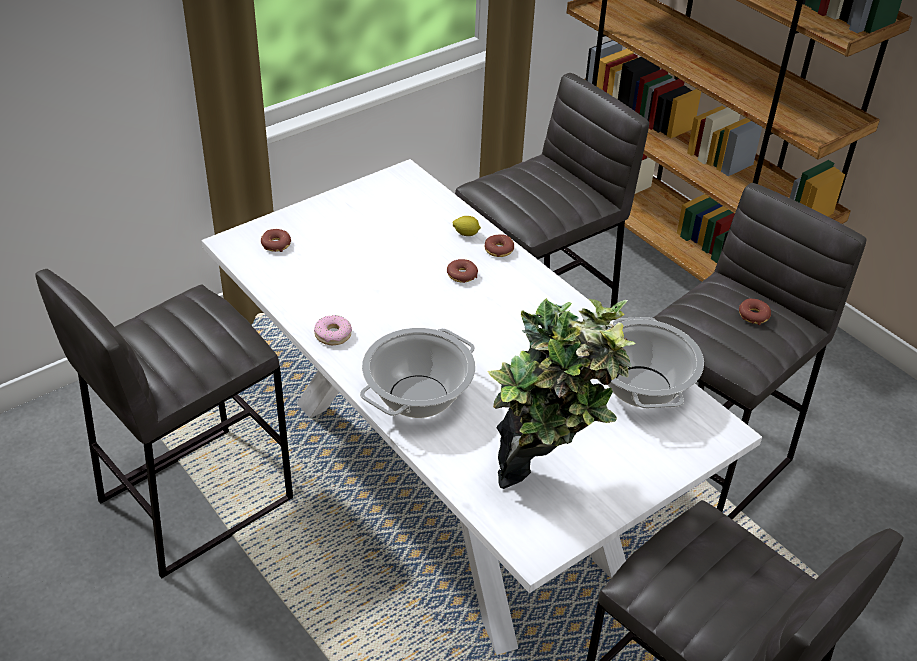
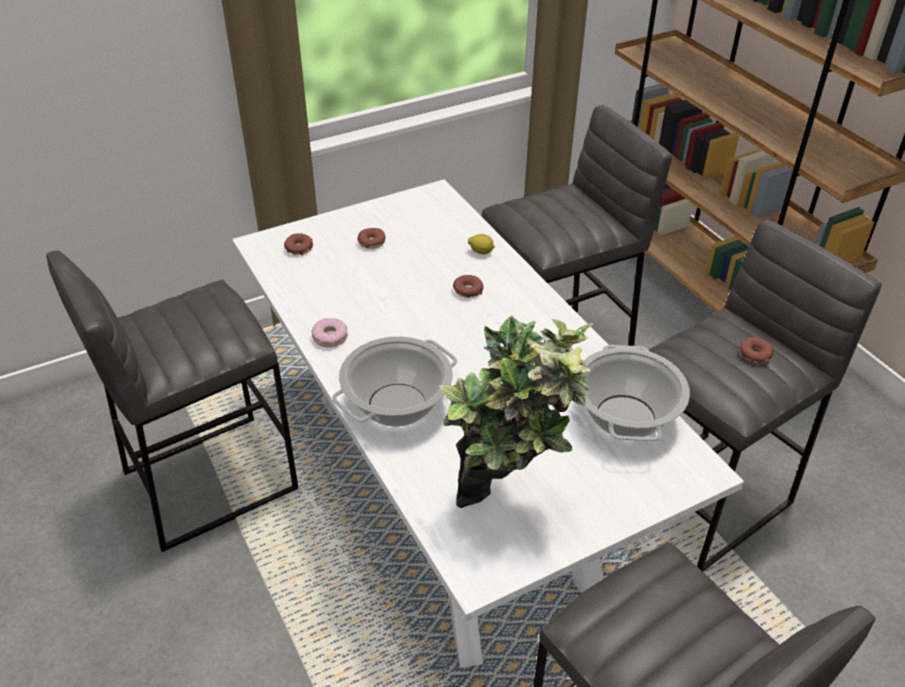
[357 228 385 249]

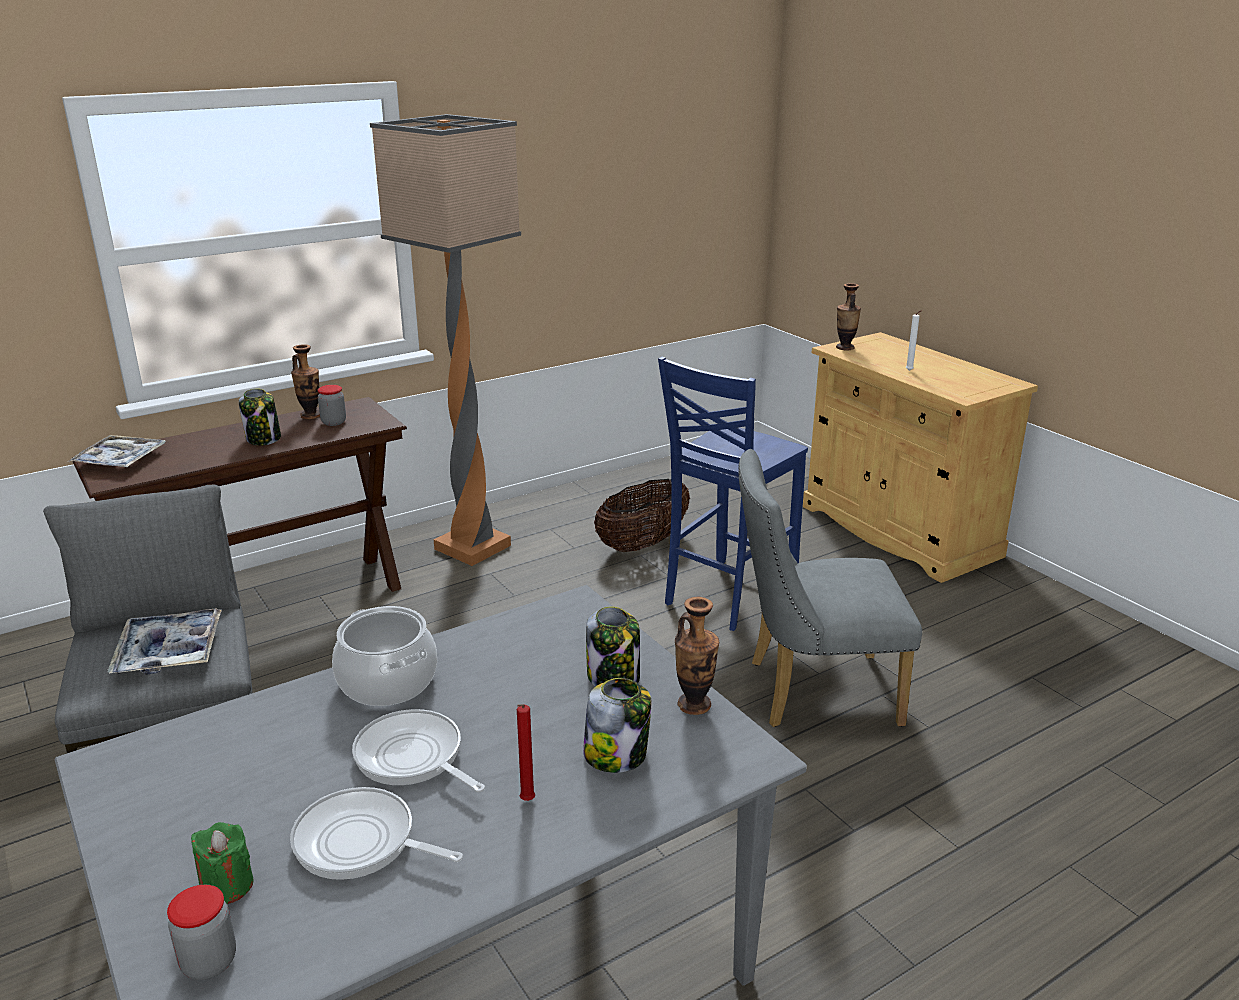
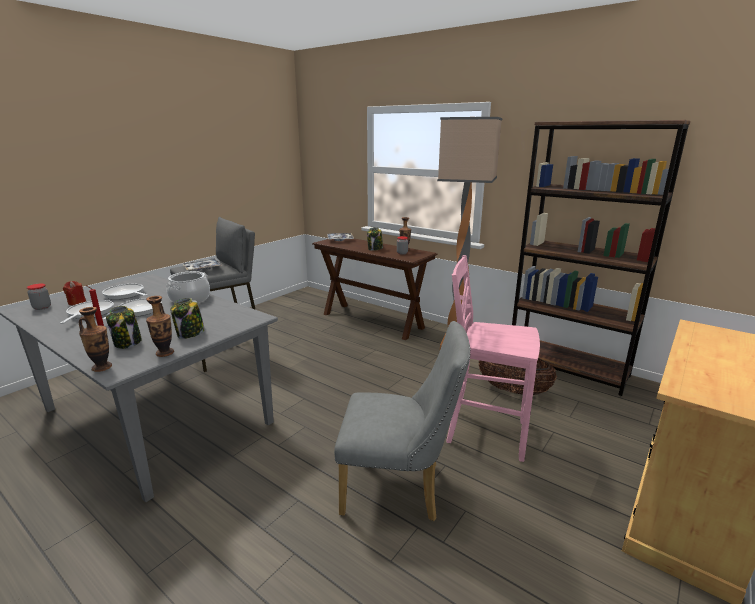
[63 281 86 305]
[79 307 112 372]
[102 284 147 300]
[334 321 470 521]
[447 255 540 462]
[512 120 690 396]
[906 311 921 371] (first image)

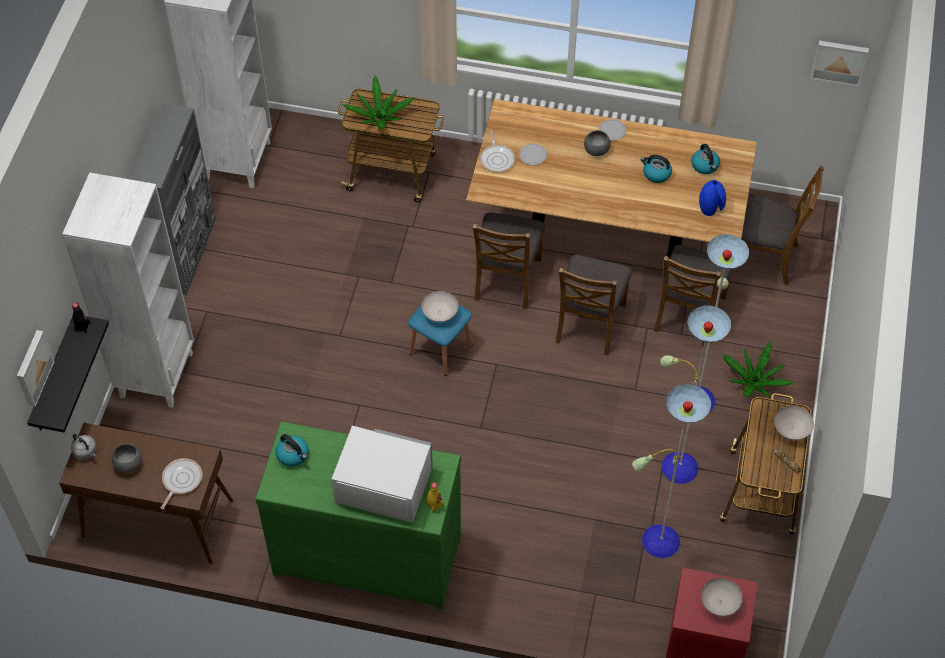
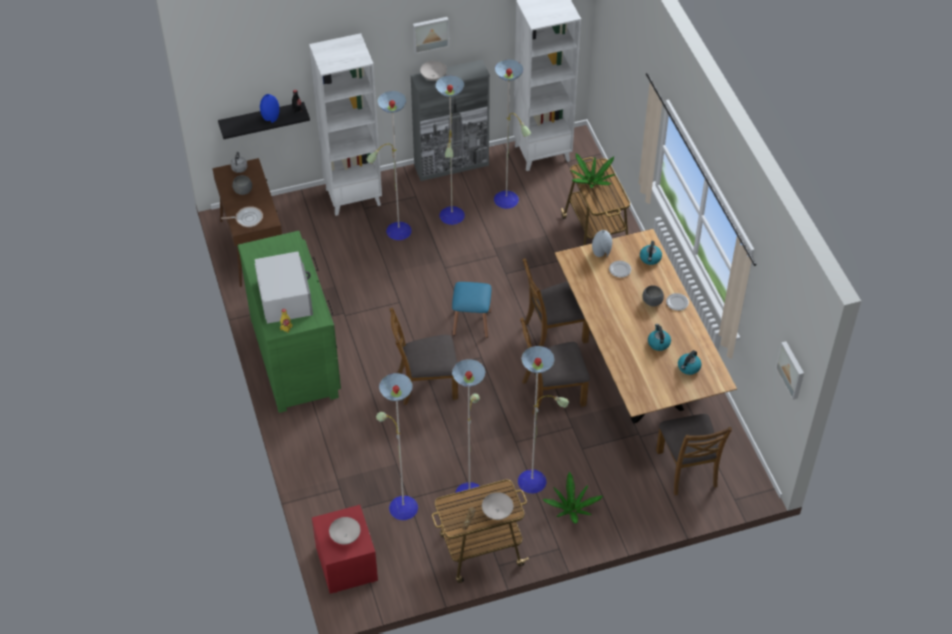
[260 94 279 123]
[366 59 531 240]
[390 308 458 405]
[413 17 449 54]
[420 61 447 81]
[592 230 612 257]
[640 241 662 265]

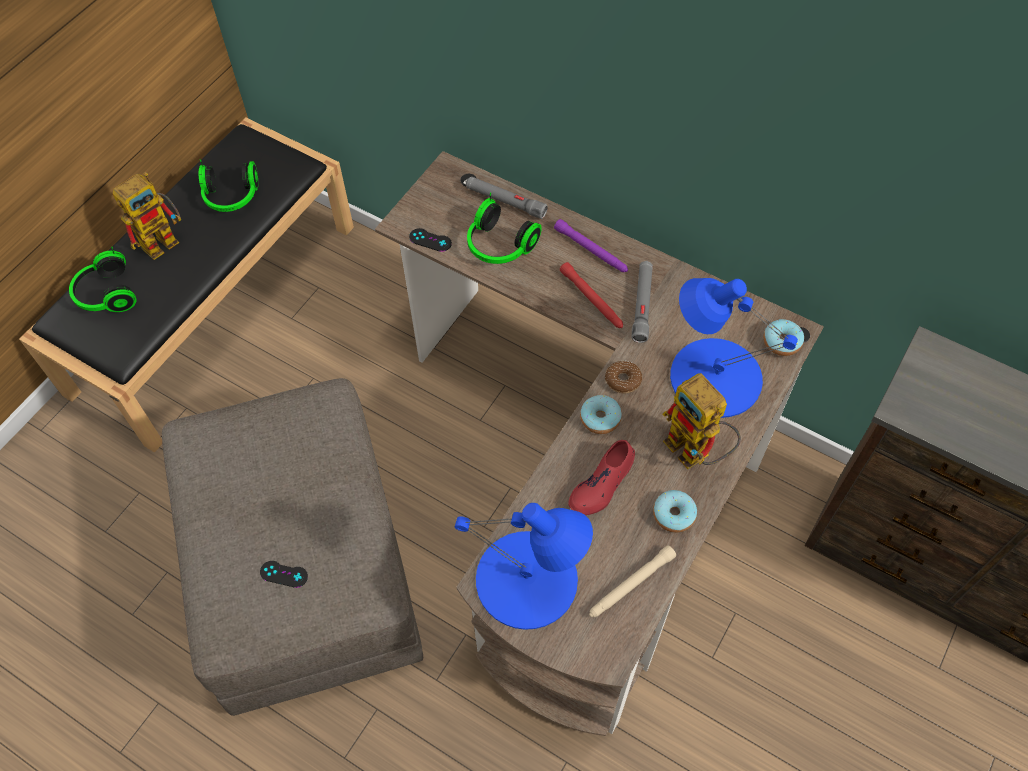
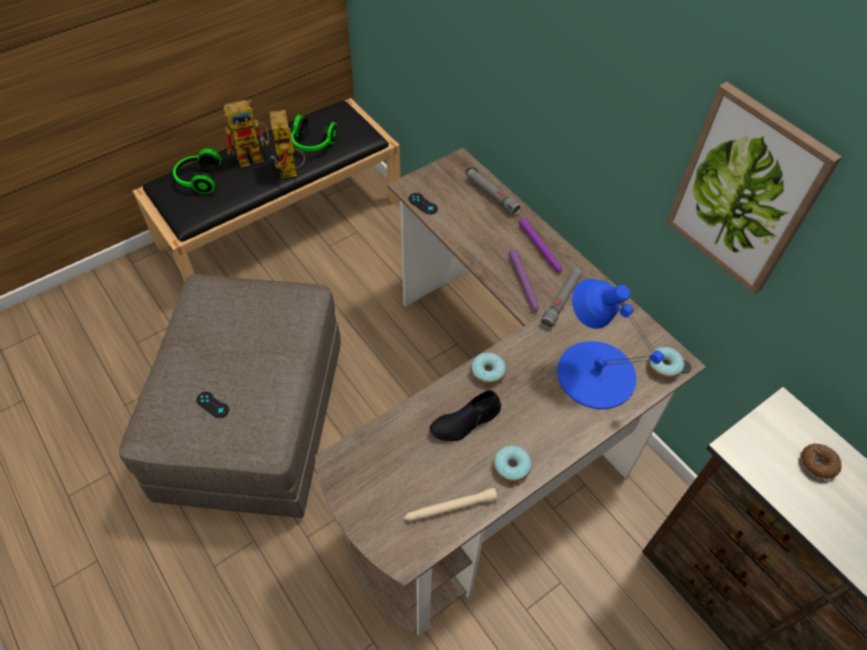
[270 110 305 179]
[429 390 501 441]
[508 250 539 311]
[666 82 842 294]
[801 443 842 479]
[455 503 593 630] (first image)
[467 192 542 264] (first image)

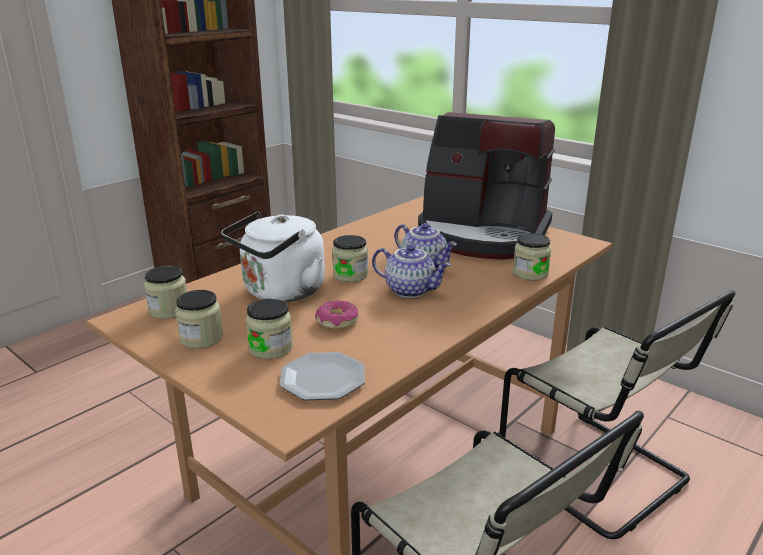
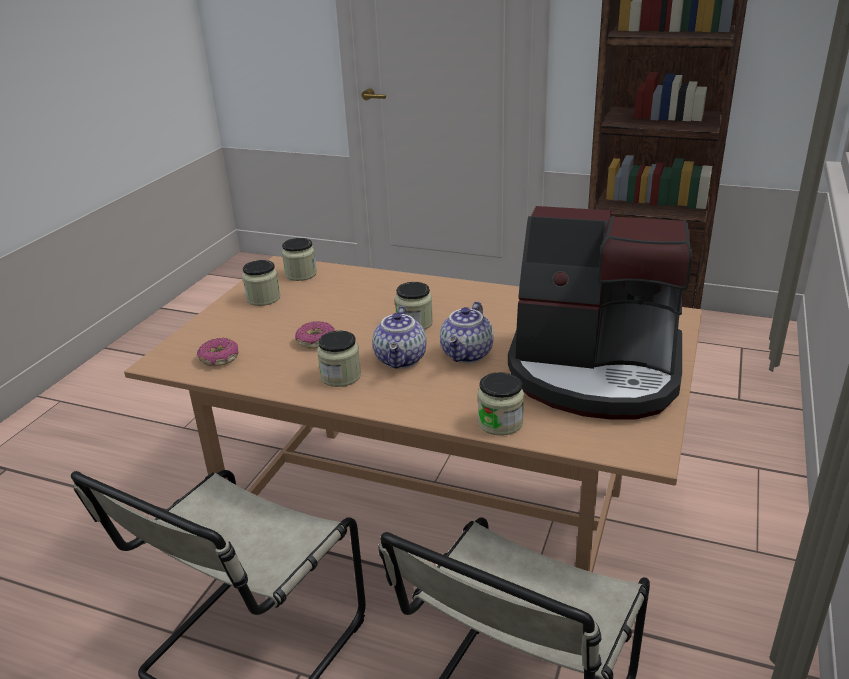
[197 338 239 366]
[317 330 361 387]
[508 206 692 420]
[221 211 325 302] (first image)

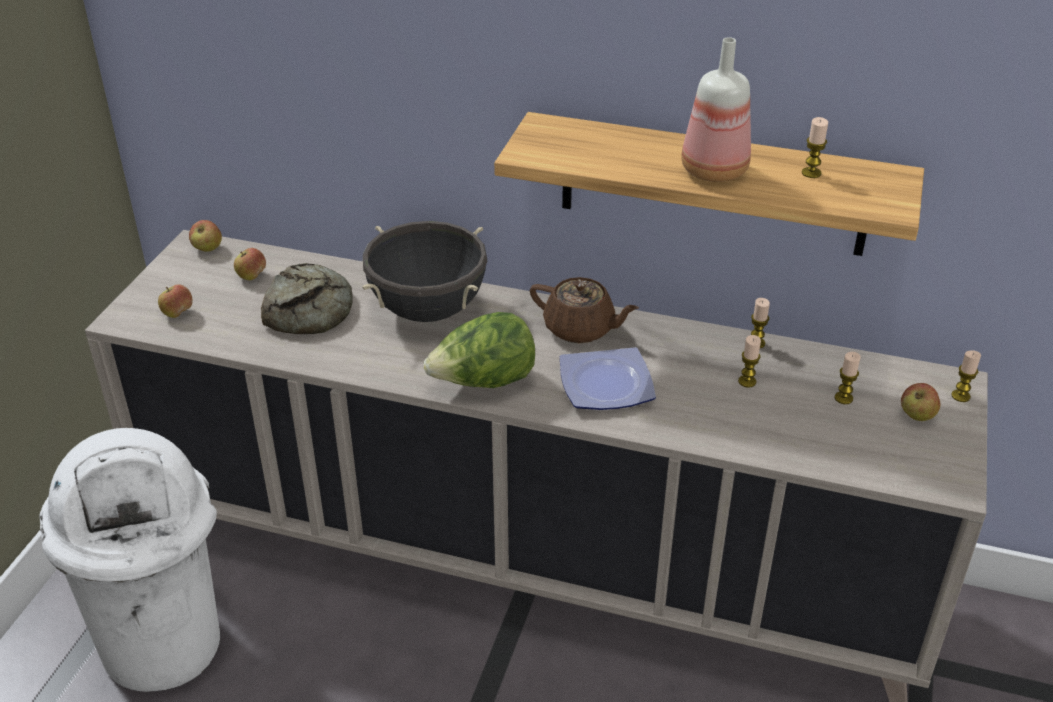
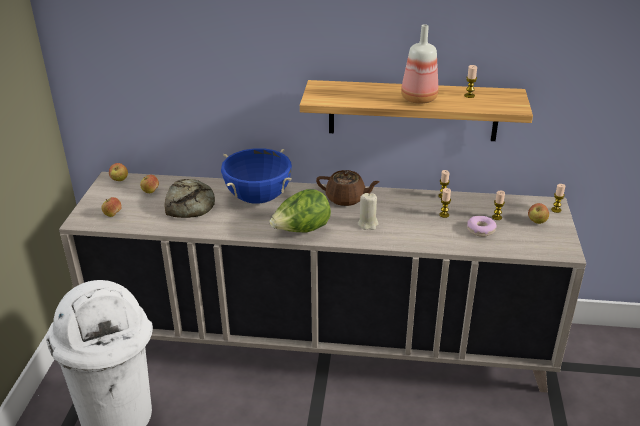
[221 148 292 204]
[358 193 378 230]
[467 216 497 237]

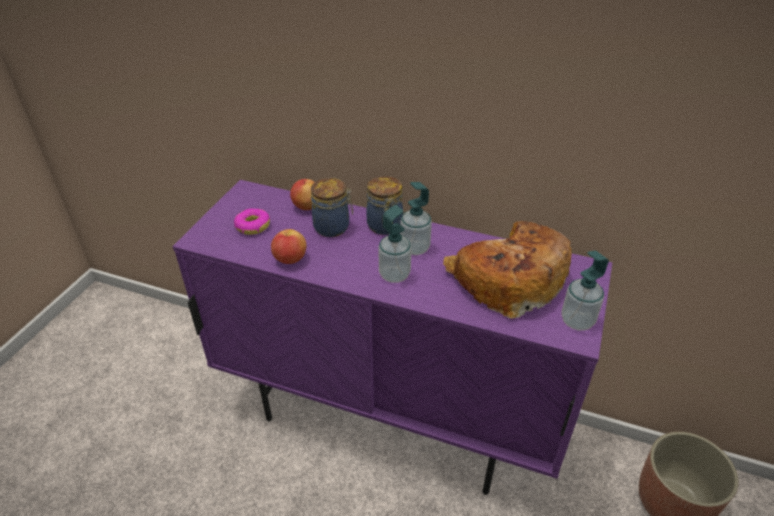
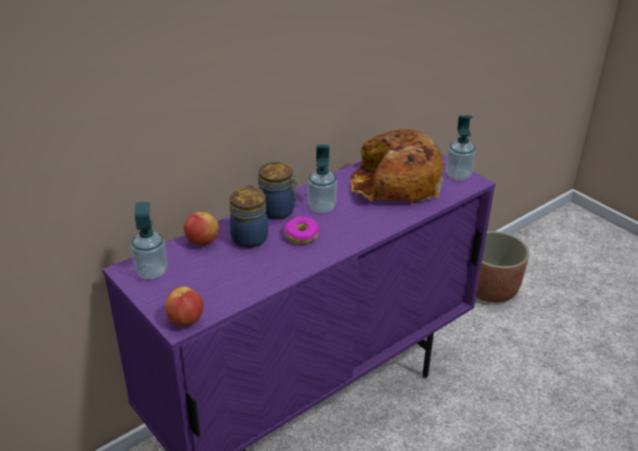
[131 202 167 279]
[165 287 204 326]
[284 217 320 244]

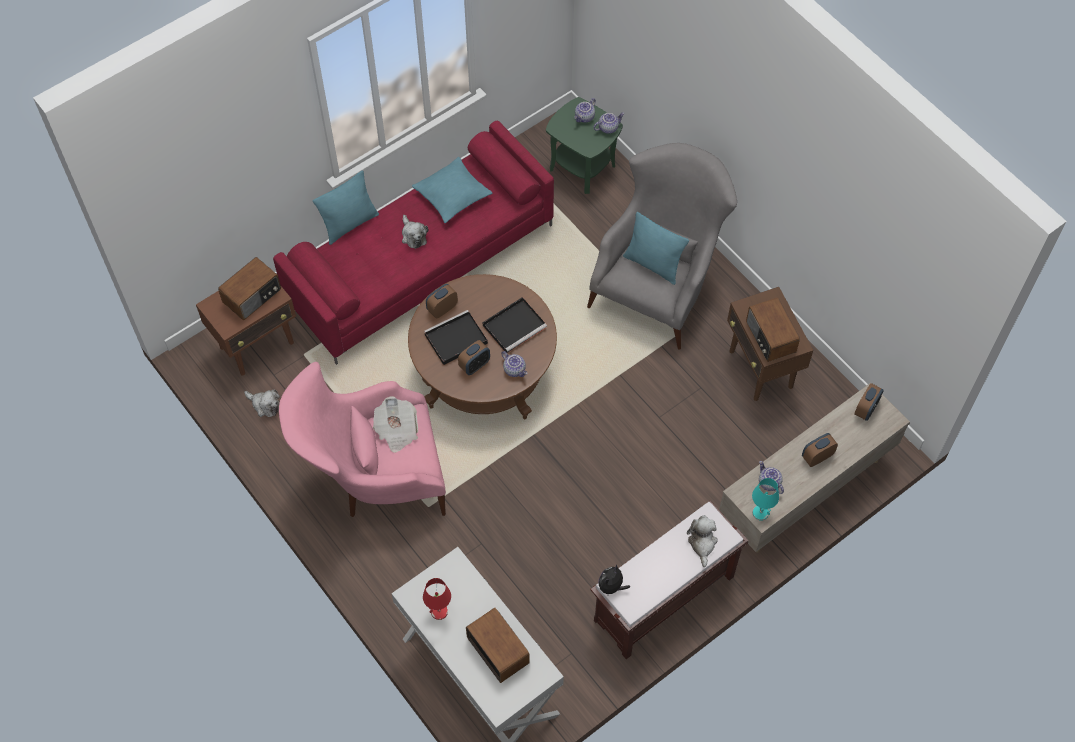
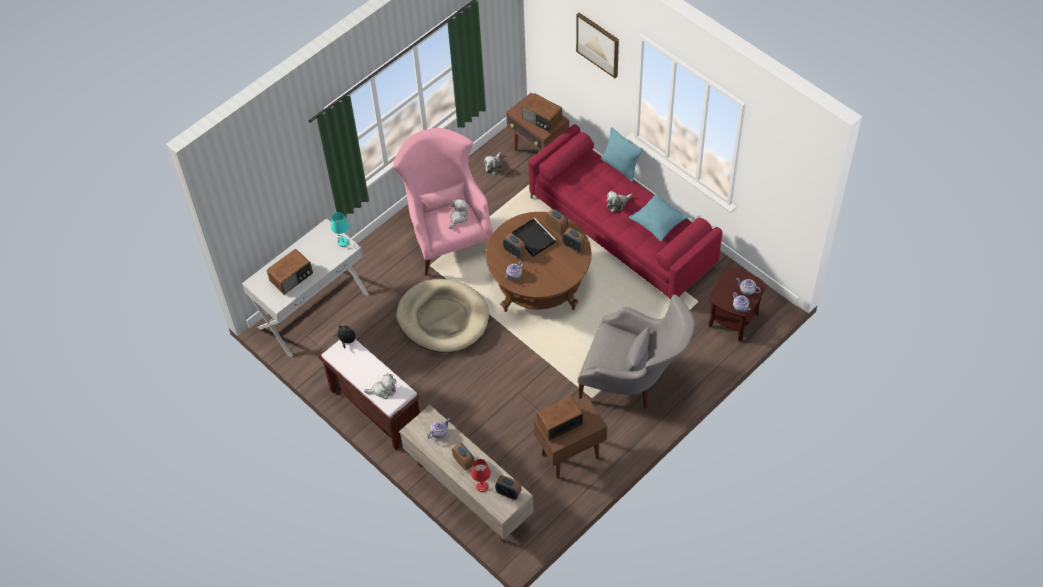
[331 212 349 247]
[396 279 489 353]
[449 199 468 229]
[471 459 491 492]
[562 228 585 252]
[576 13 619 78]
[708 268 767 342]
[483 297 547 353] (first image)
[623 212 689 285] (first image)

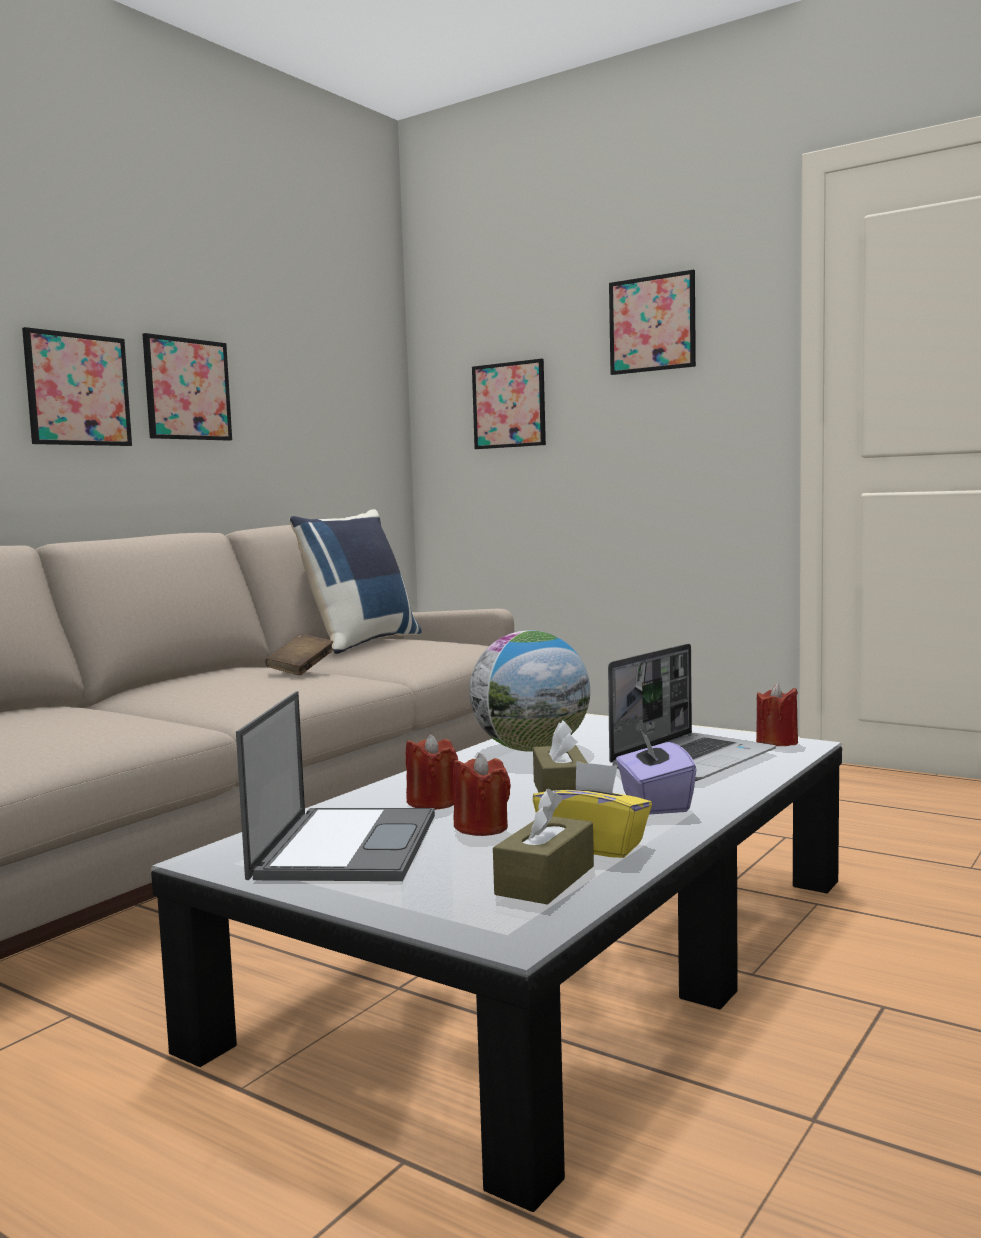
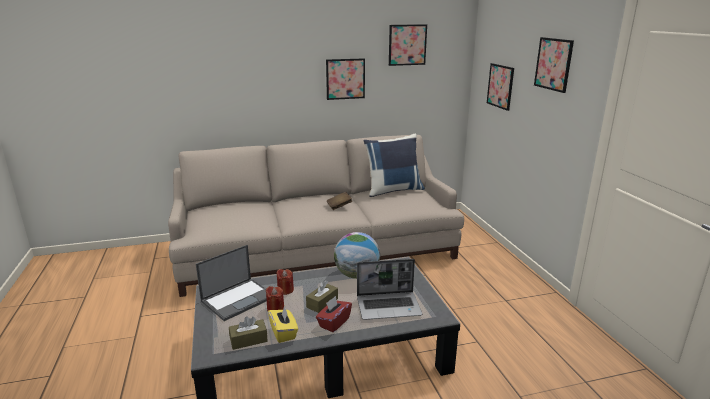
[316 296 352 332]
[389 24 427 66]
[756 683 798 746] (first image)

